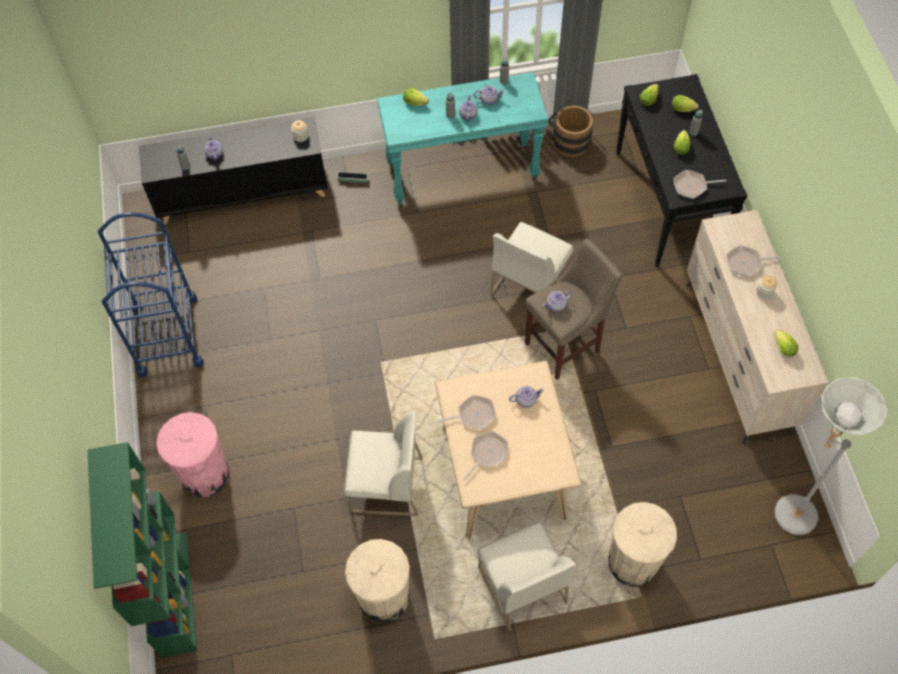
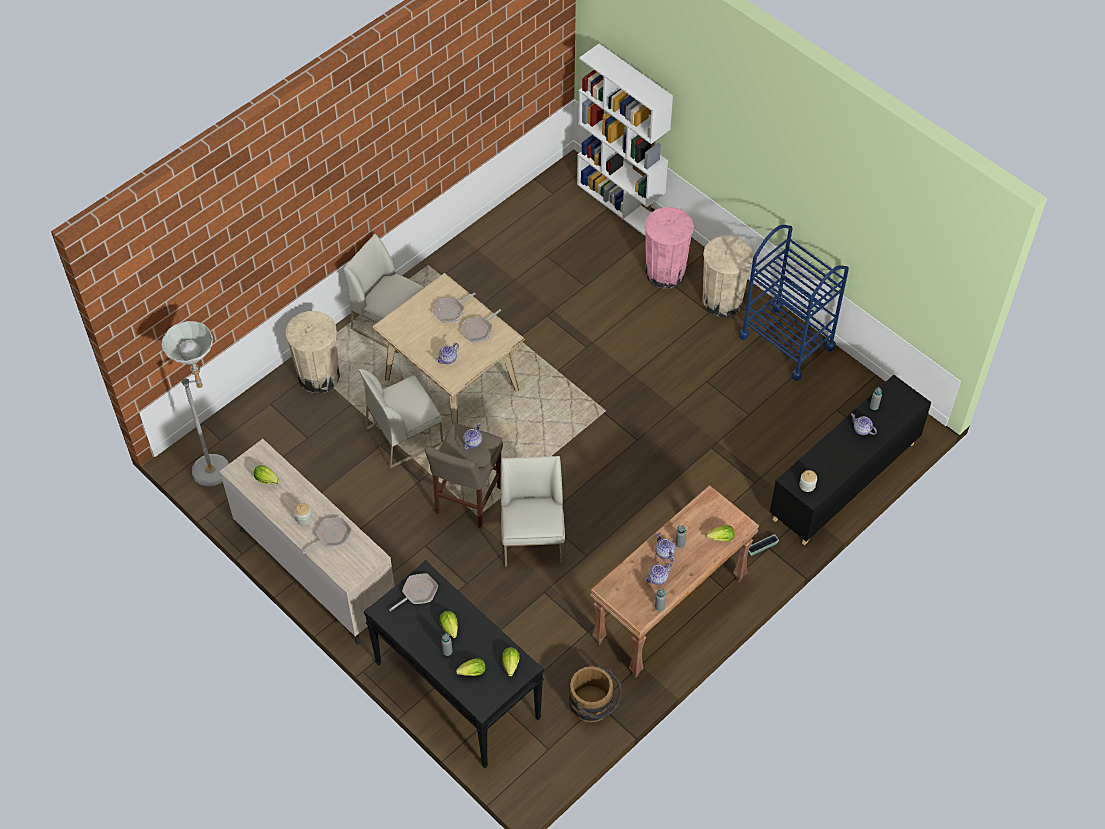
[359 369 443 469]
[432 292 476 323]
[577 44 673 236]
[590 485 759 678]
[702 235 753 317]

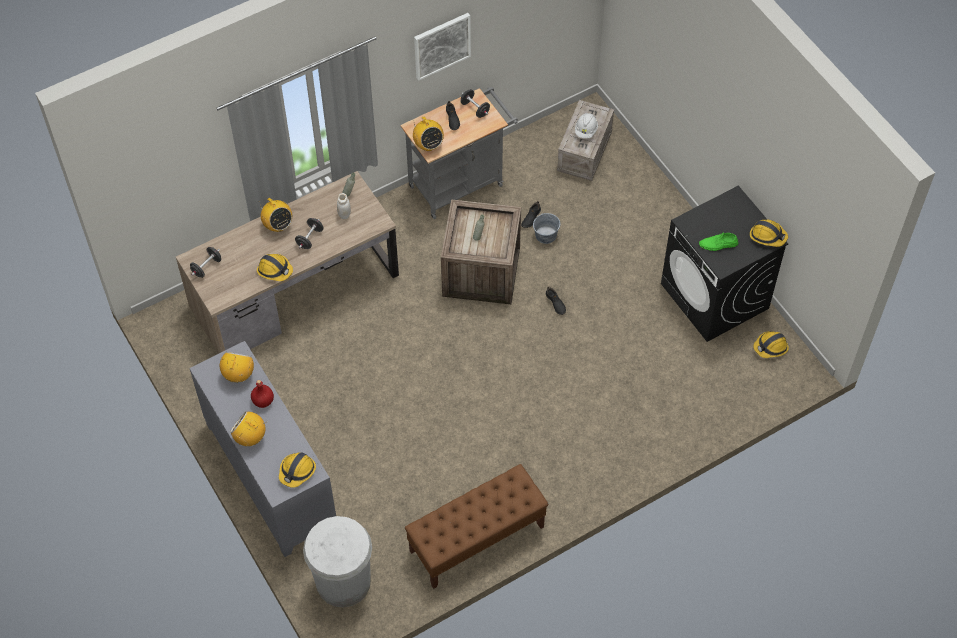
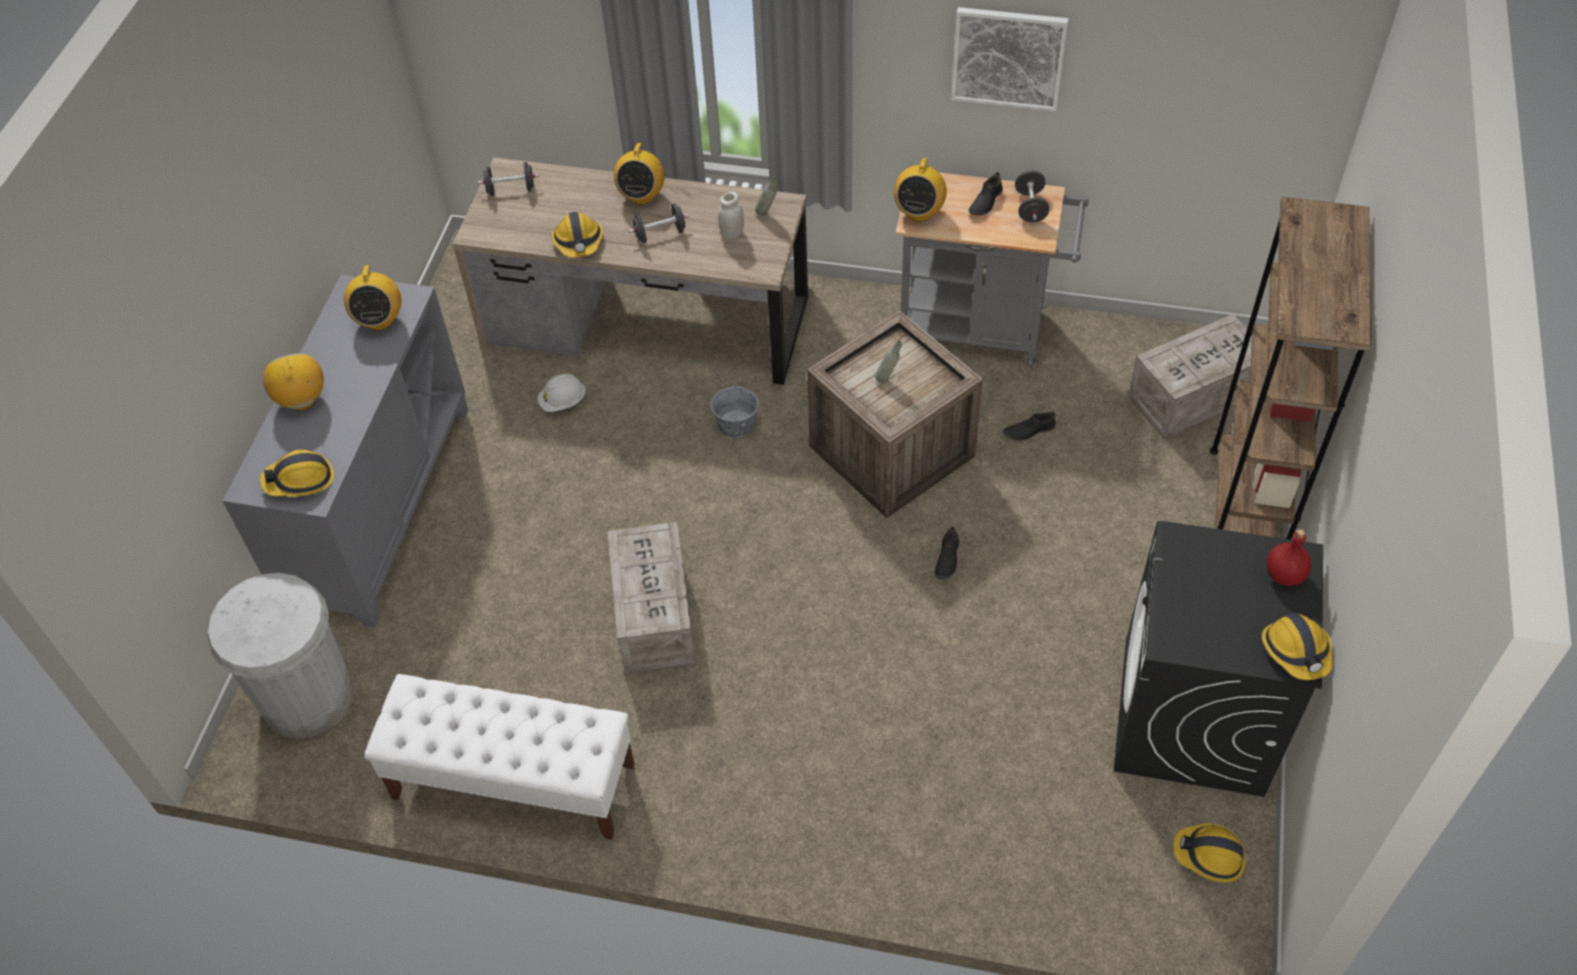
[344 265 401 331]
[364 674 635 840]
[538 374 586 412]
[607 522 696 675]
[711 382 759 438]
[1210 197 1372 540]
[1267 529 1311 586]
[699 233 738 251] (first image)

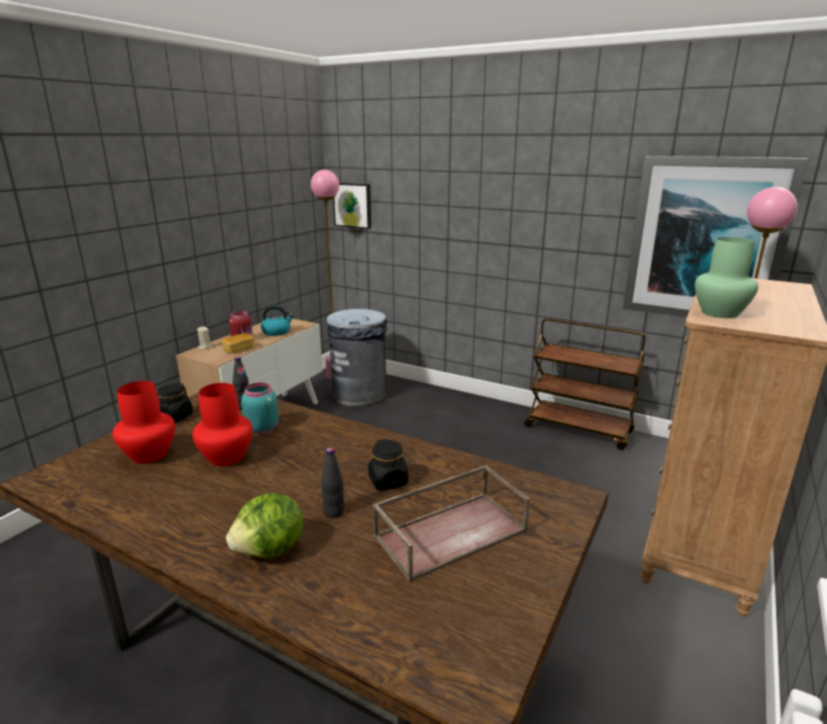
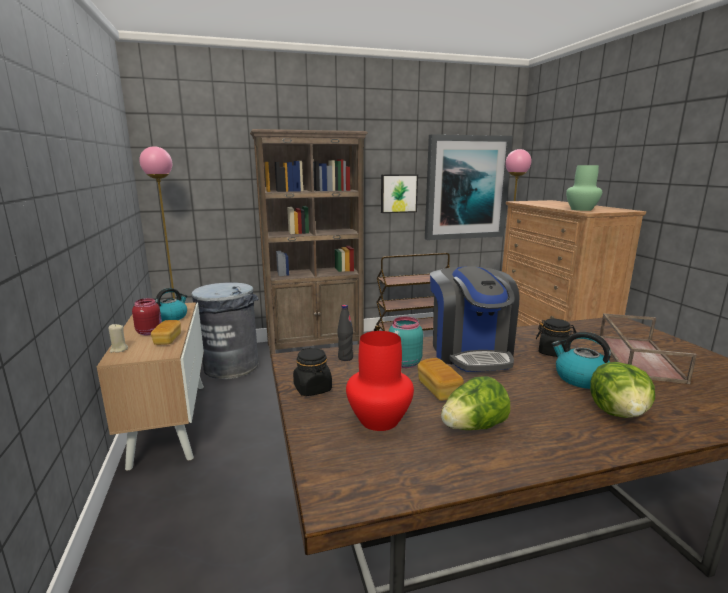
[250 129 368 358]
[381 174 418 213]
[417 358 464 401]
[430 266 519 372]
[441 376 510 430]
[551 332 611 389]

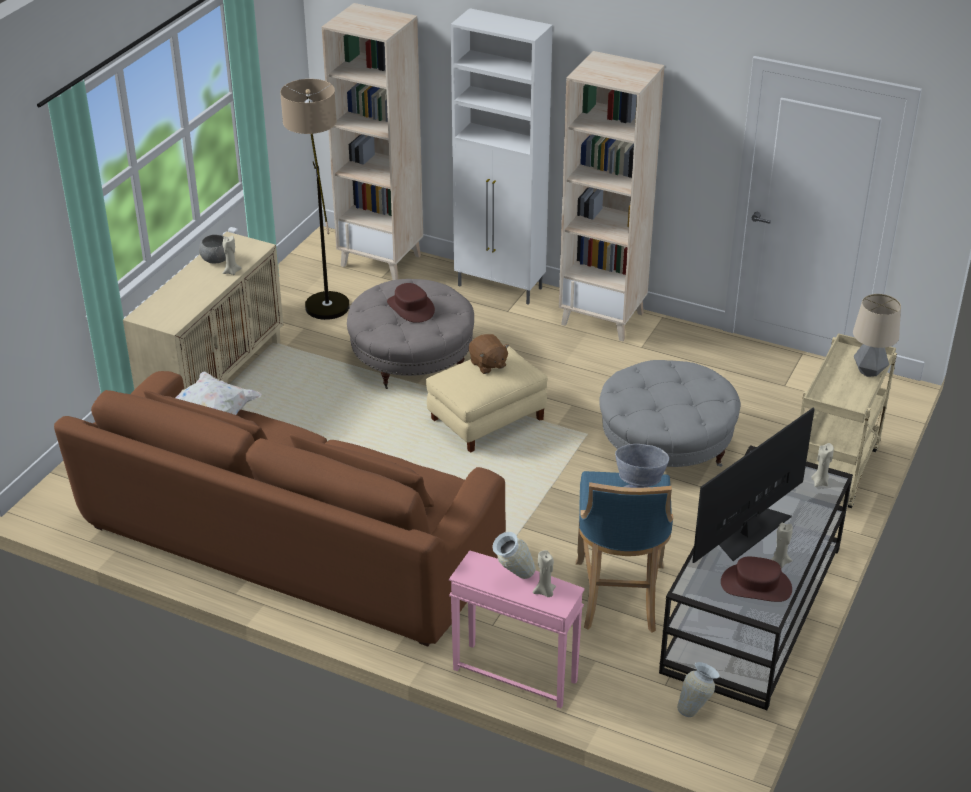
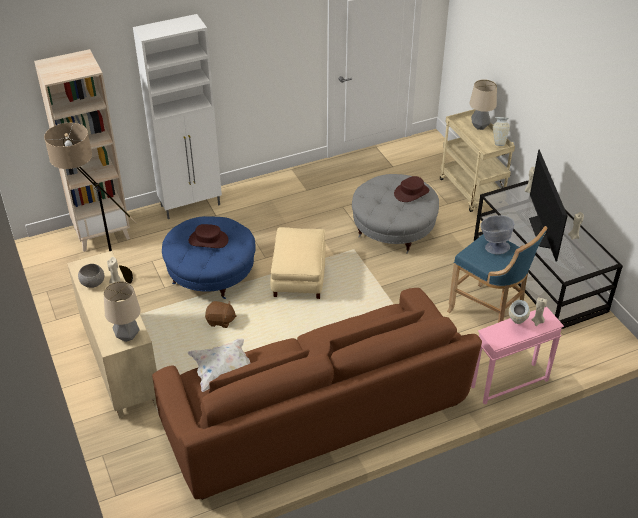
[104 281 141 342]
[162 216 255 299]
[205 301 237 328]
[394 176 429 202]
[493 117 510 146]
[559 51 665 341] (first image)

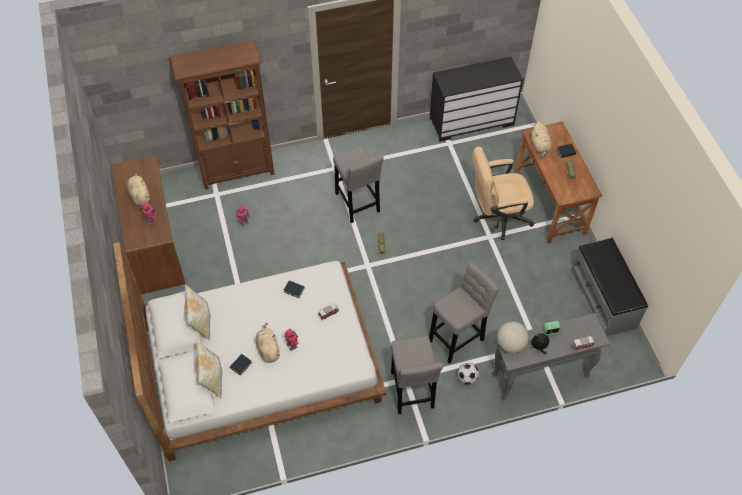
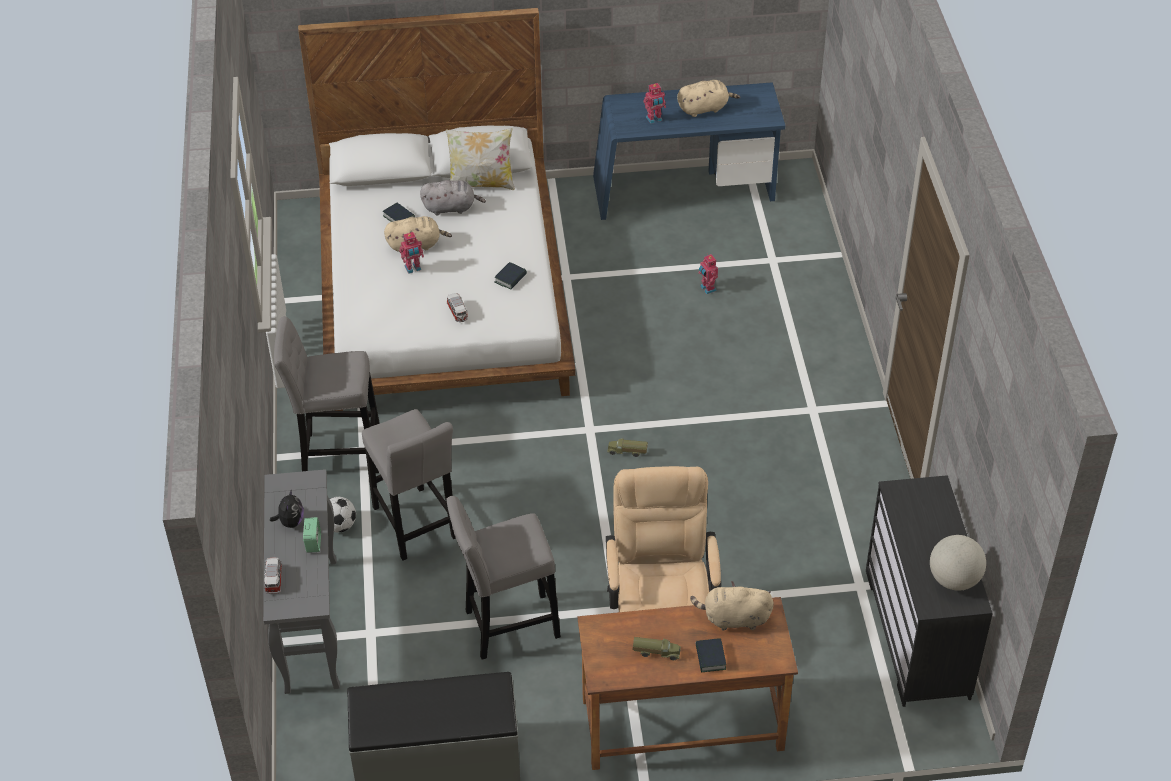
[420 180 486 216]
[446 496 561 659]
[593 82 785 220]
[930 535 986 591]
[170 40 275 190] (first image)
[196 340 222 398] (first image)

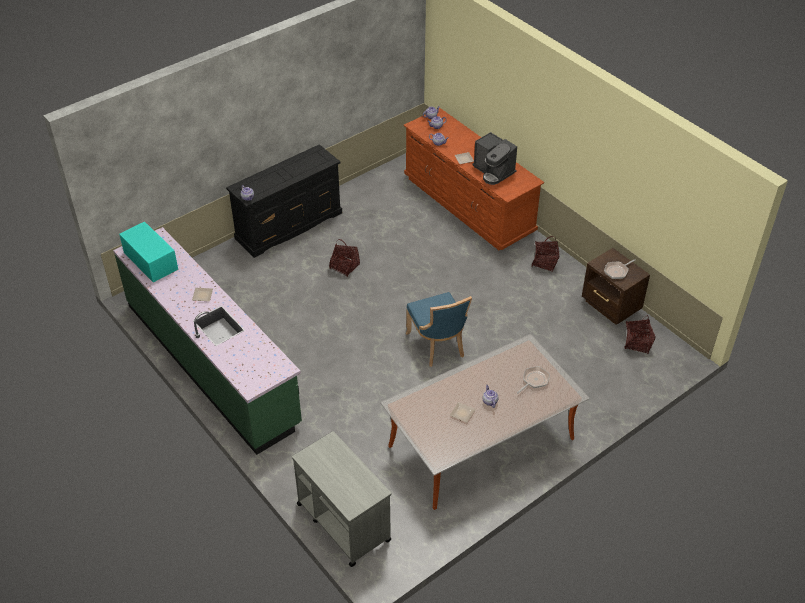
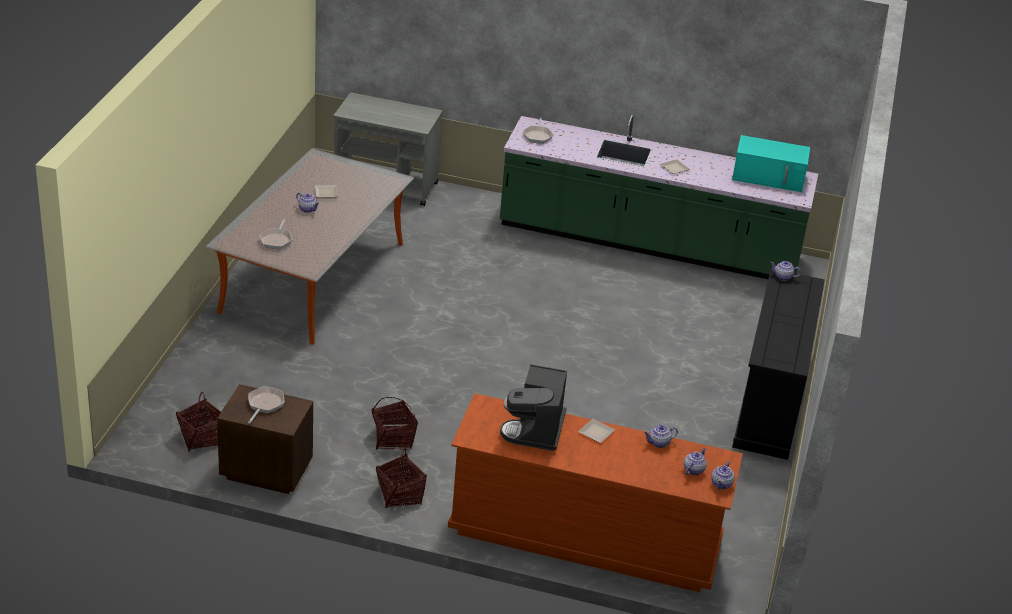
[372 397 418 450]
[500 364 567 451]
[522 118 553 144]
[406 292 472 367] (first image)

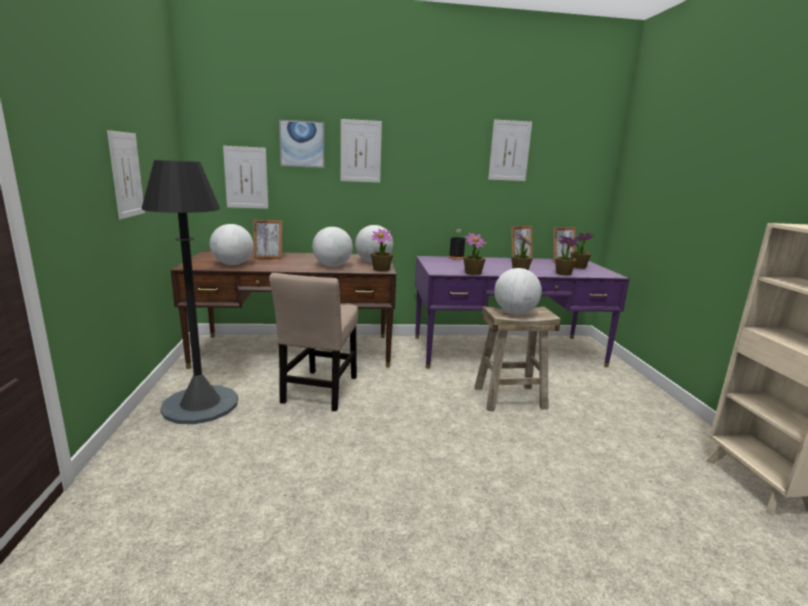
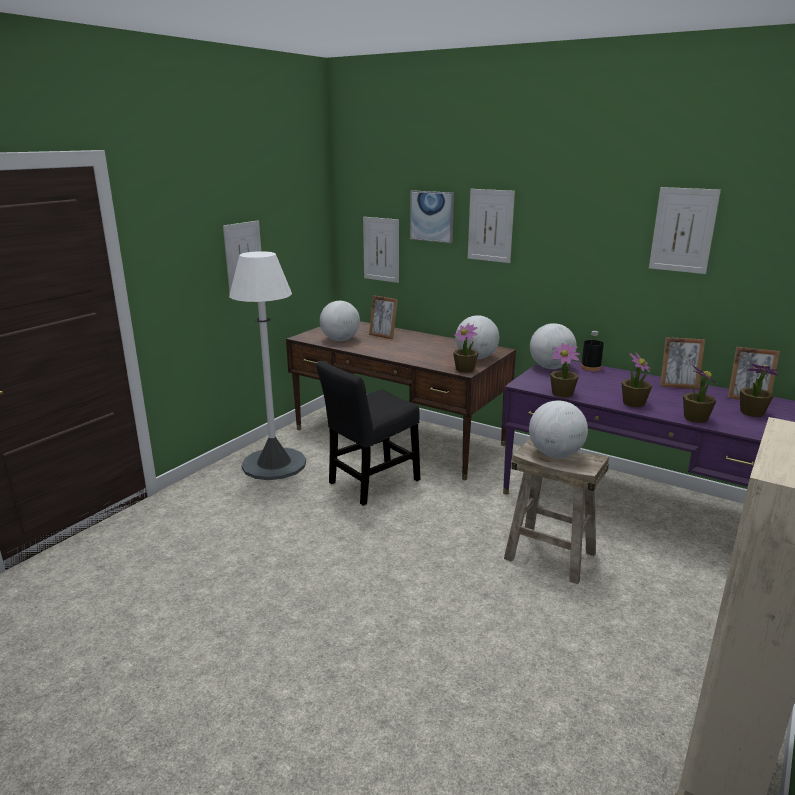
[229 251 306 480]
[316 361 420 506]
[530 323 577 369]

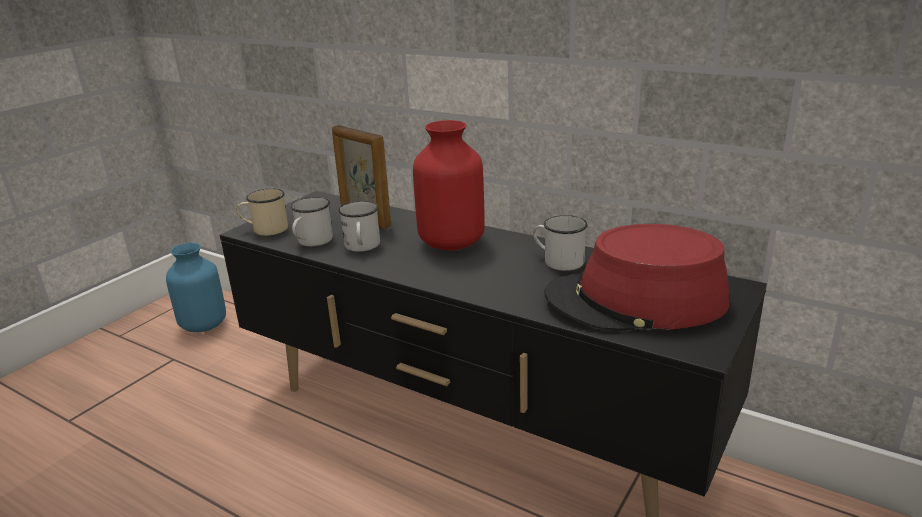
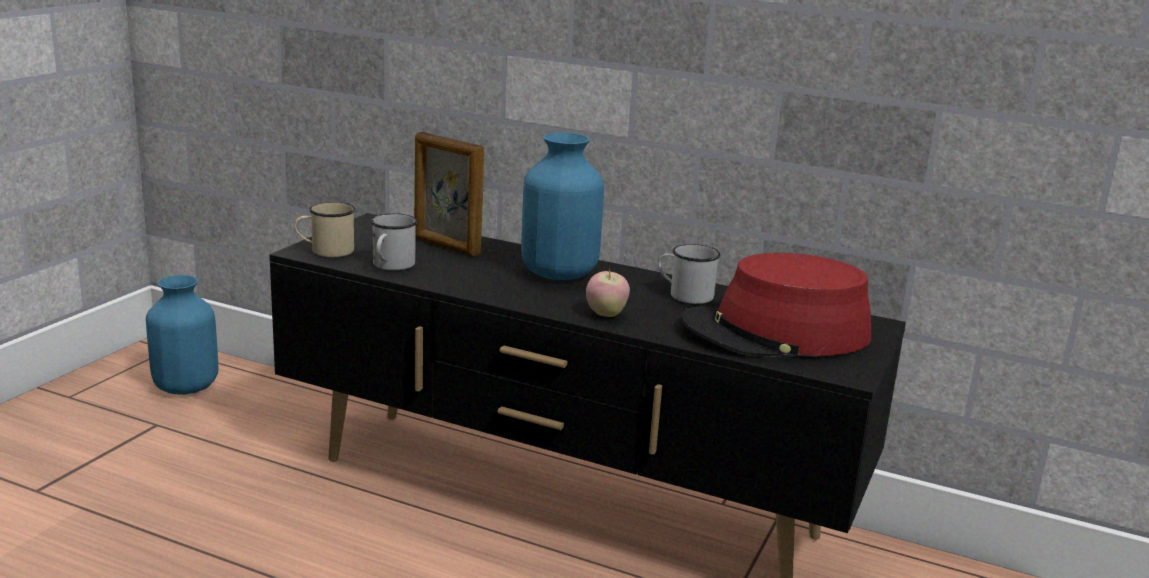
[521 133 604 280]
[586 268 630 317]
[338 201 380 252] (first image)

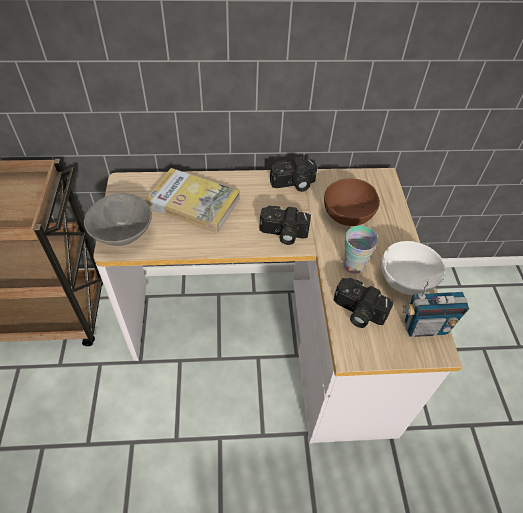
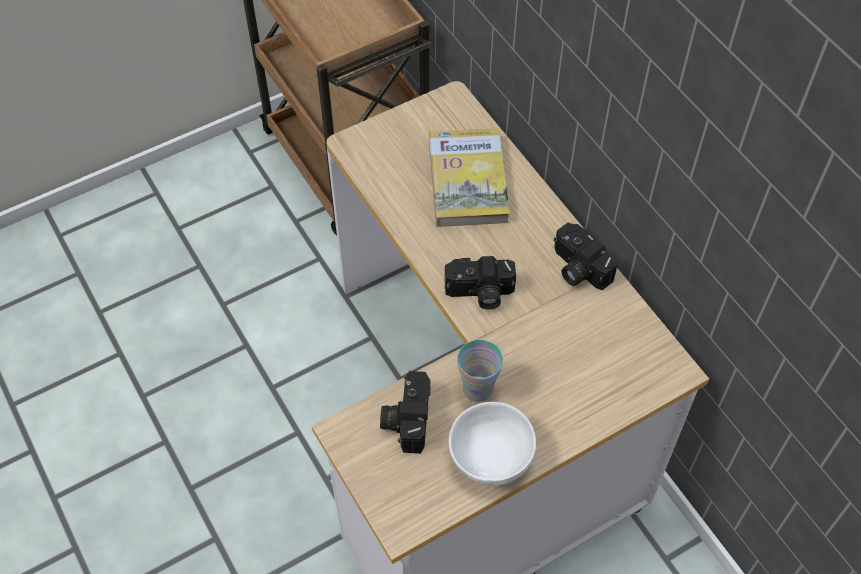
[445 256 516 310]
[84 193 152 246] (first image)
[324 178 380 226] (first image)
[402 279 469 337] (first image)

